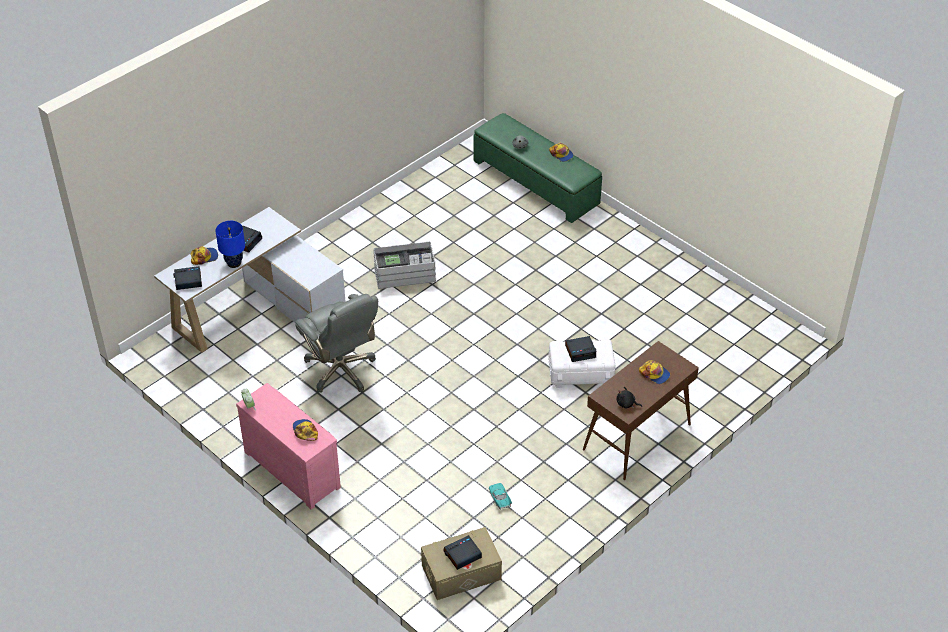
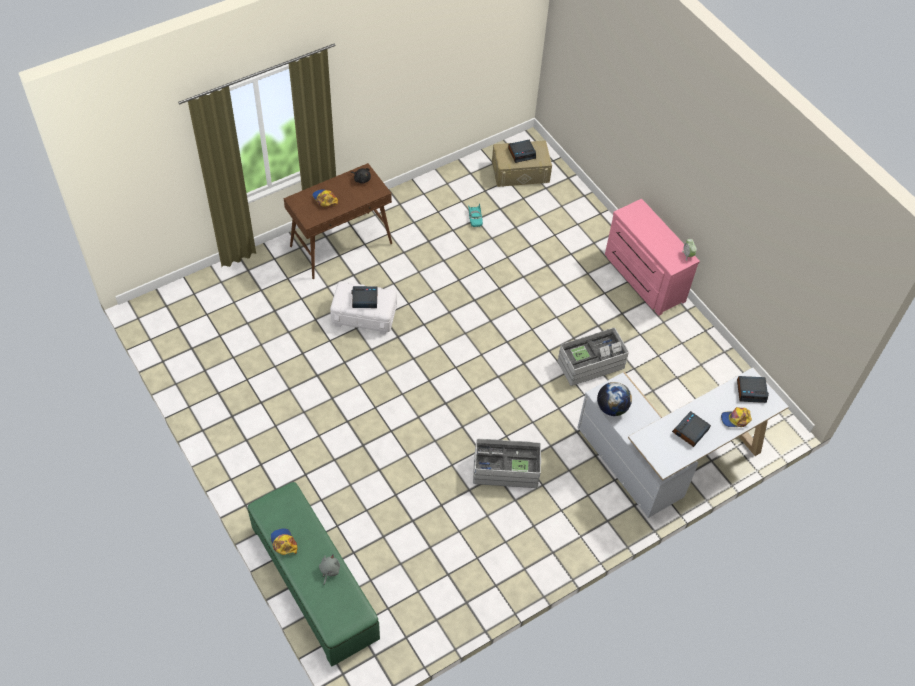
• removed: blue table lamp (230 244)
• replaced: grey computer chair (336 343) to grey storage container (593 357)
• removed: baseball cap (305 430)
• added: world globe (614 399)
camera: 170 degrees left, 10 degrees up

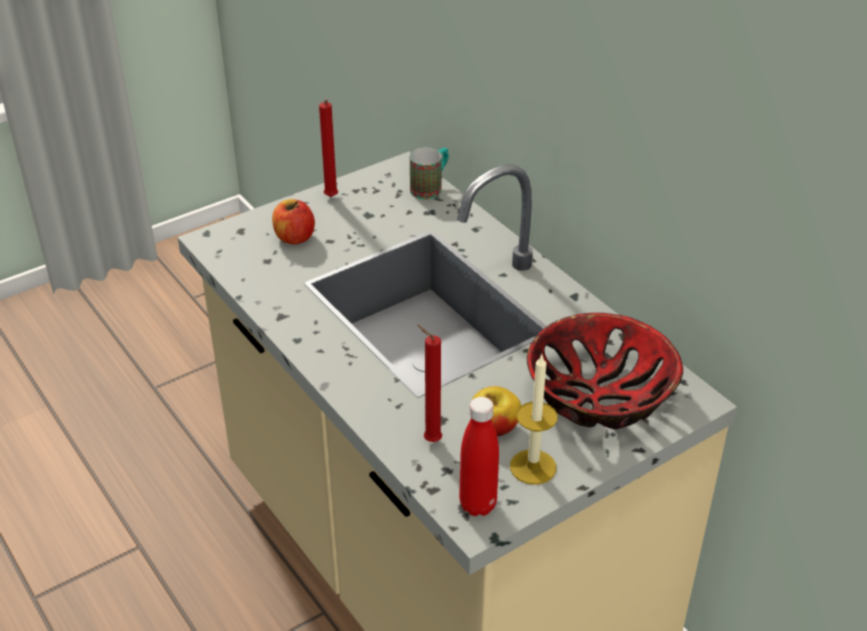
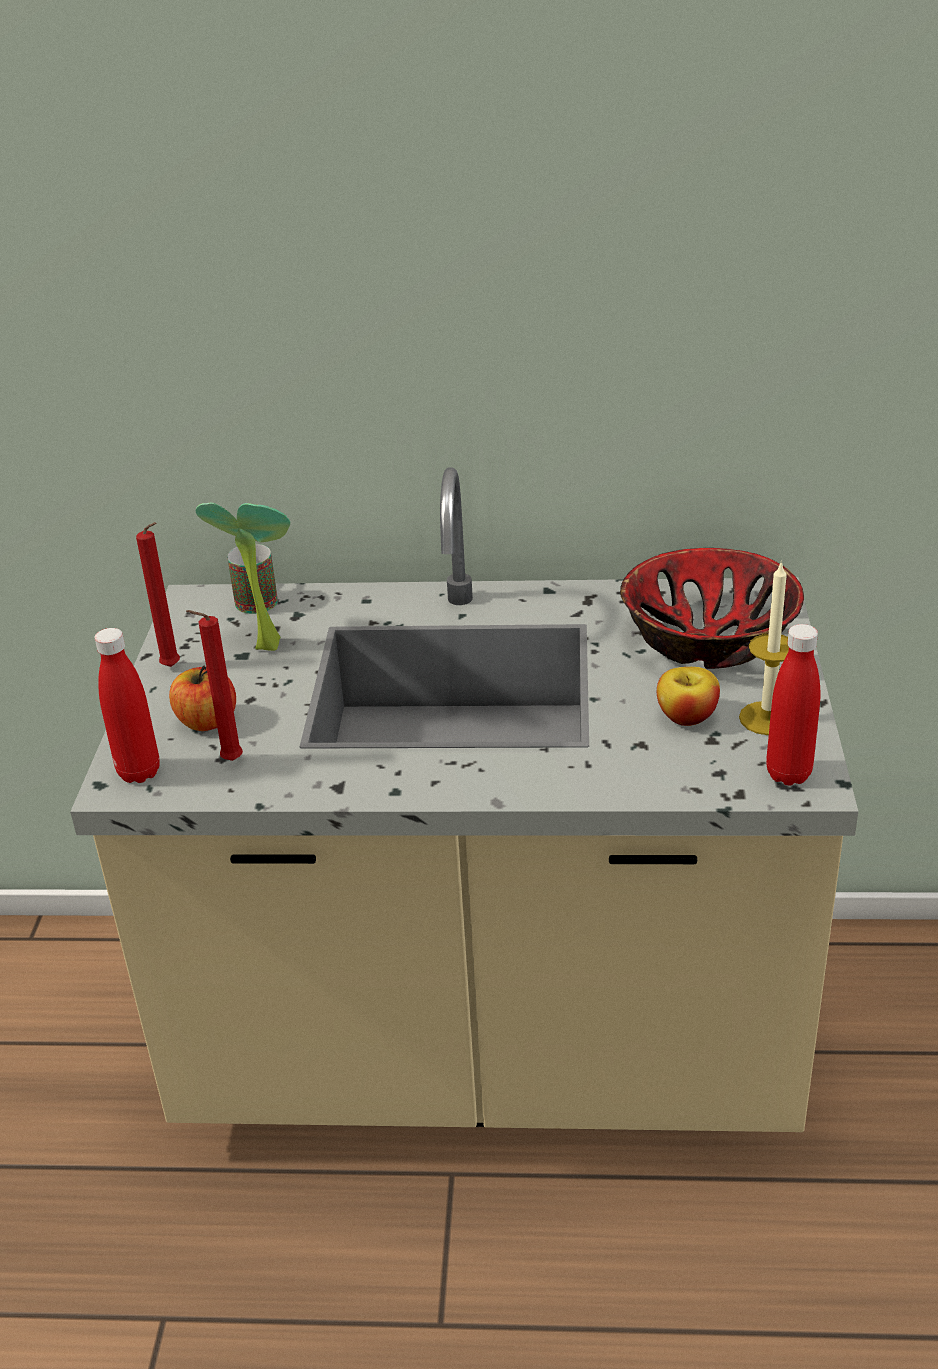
• moved: red wax light (429 383) to (214 685)
• added: potted plant (243 577)
• added: red bottle (127 705)
camera: 50 degrees left, 5 degrees down

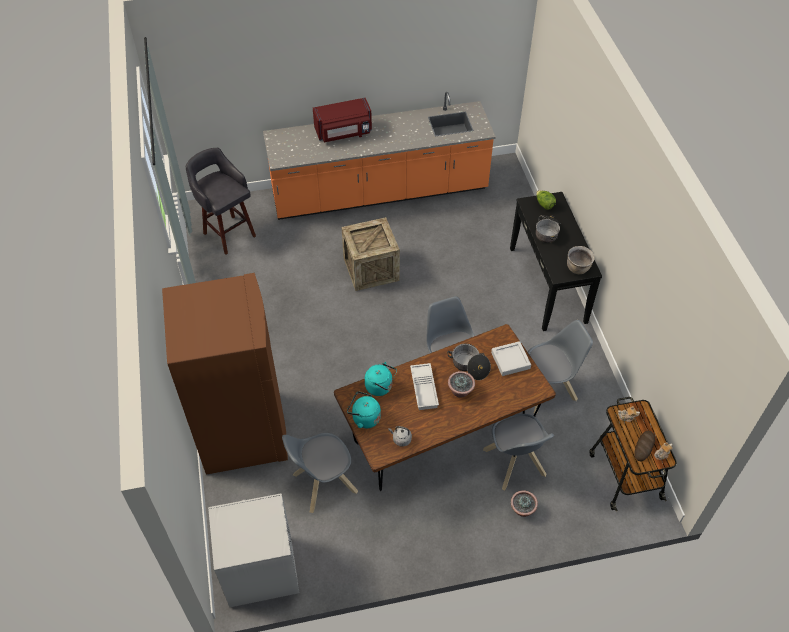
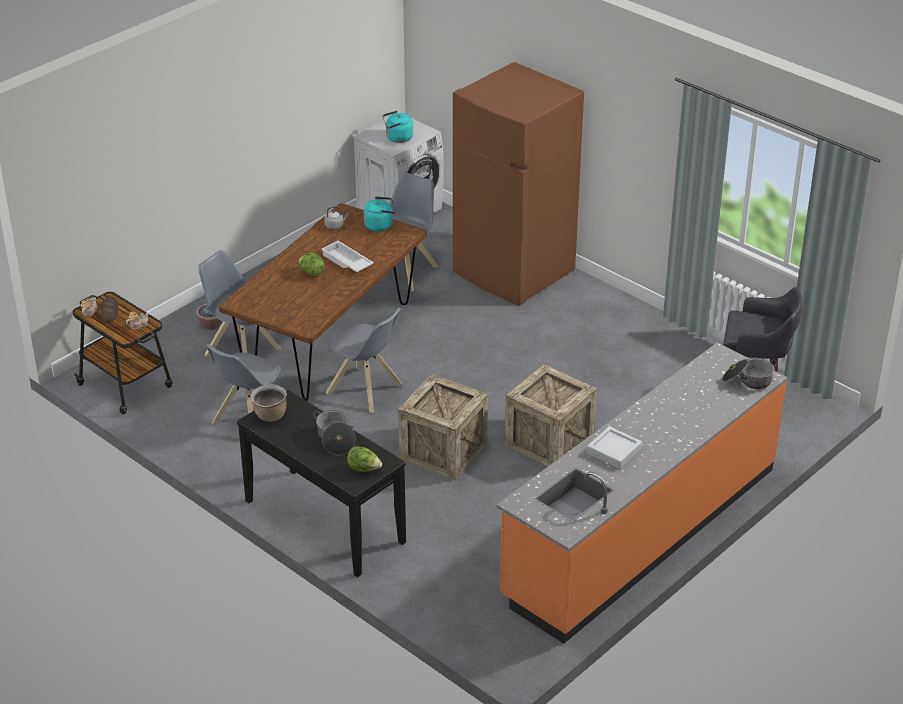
• removed: red microwave oven (342 120)
• moved: grey carrying tray (511 358) to (614 447)
• moved: saucepot (469 362) to (749 373)
• moved: turquoise-coloured kettle (381 379) to (397 127)
• replaced: potted plant (461 384) to head of lettuce (311 265)
• added: packing crate (443 427)
camera: 145 degrees right, 15 degrees down

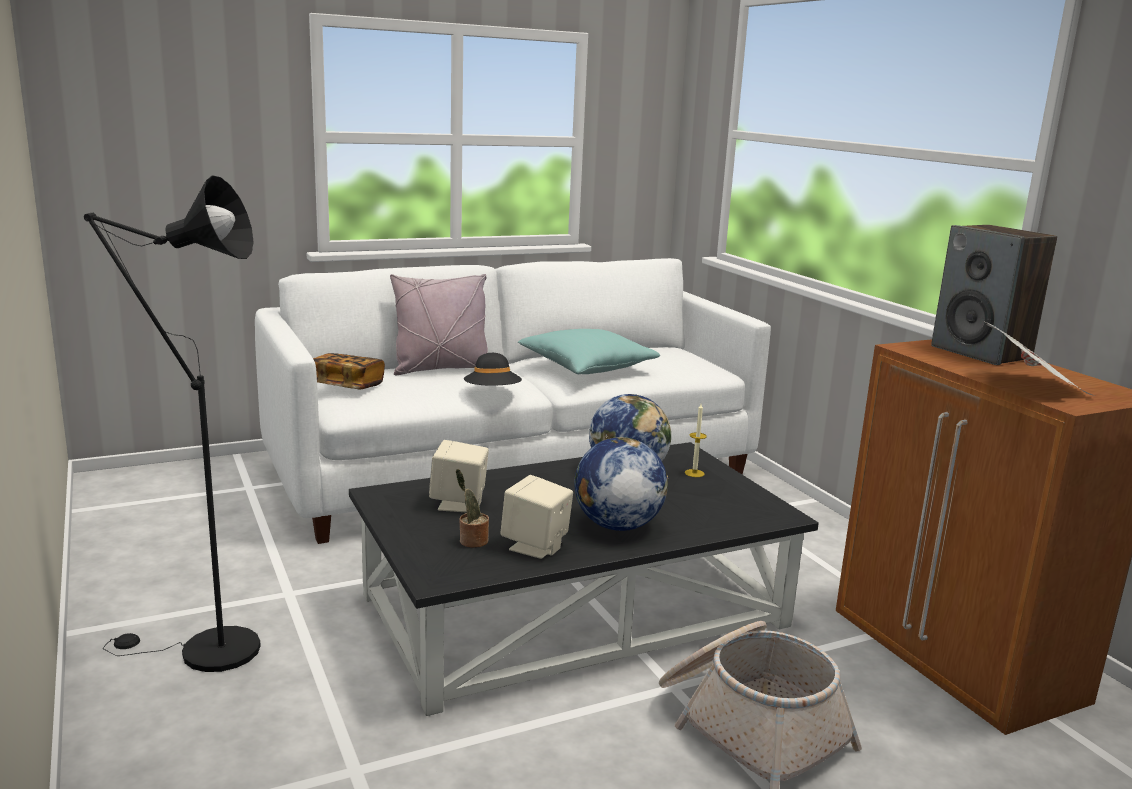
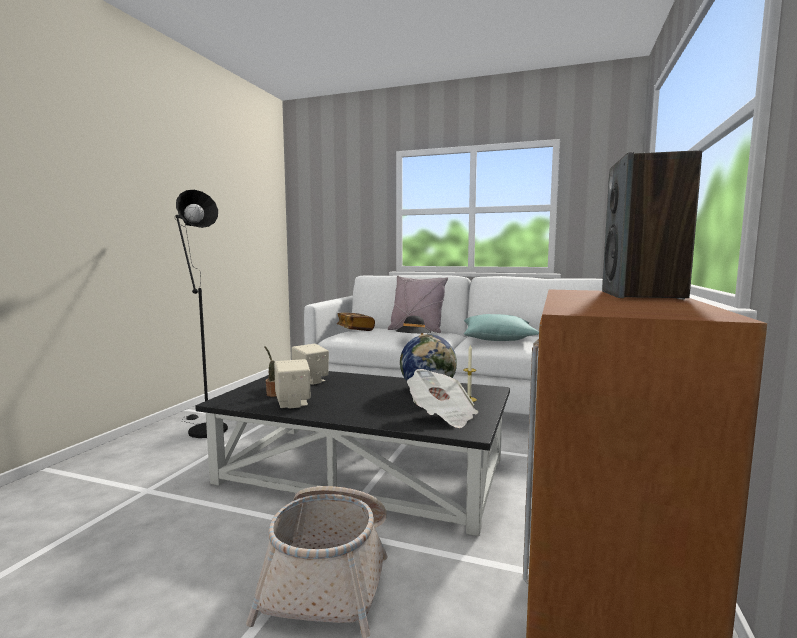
• moved: printed paper (1039 358) to (442 398)
• removed: world globe (621 484)
camera: 45 degrees right, 10 degrees down

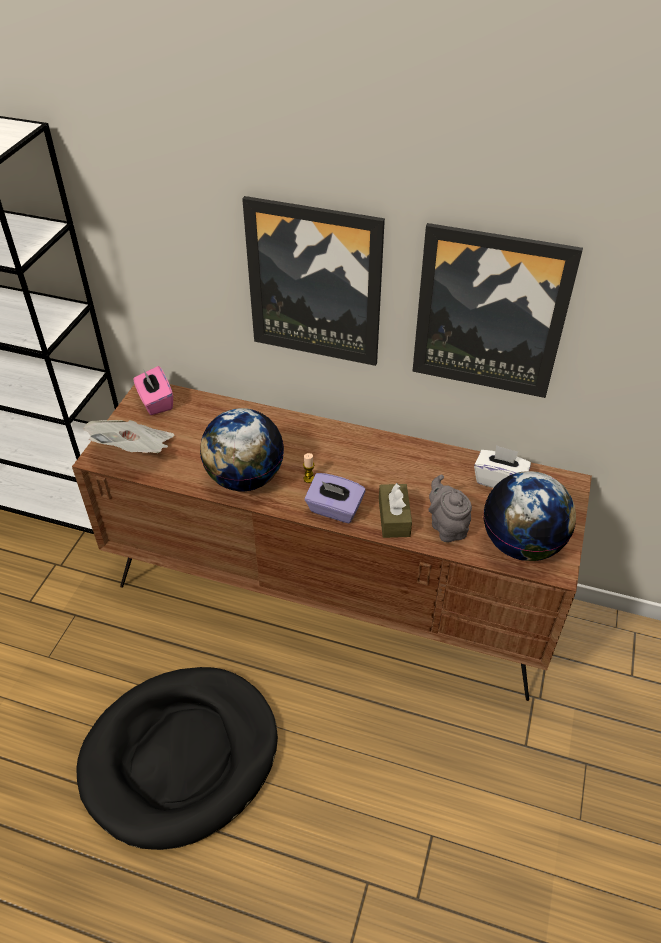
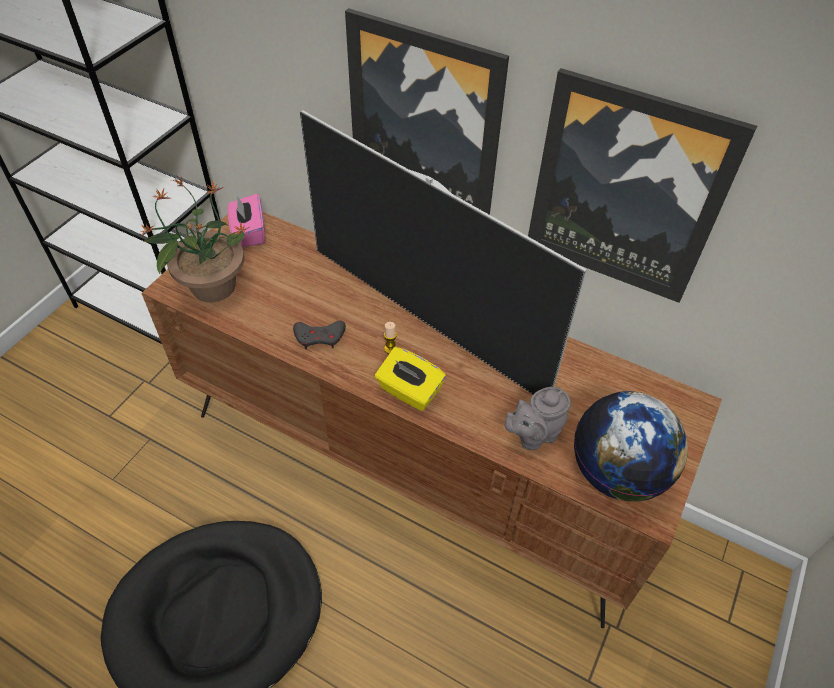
• replaced: world globe (242 449) to grey gamepad (319 334)
• replaced: printed paper (129 436) to potted plant (194 239)
• removed: white tissue box (502 466)
• recoloured: purple-coloured tissue box (335 498) to yellow-coloured tissue box (410 379)
• turned: grey tea pot (450 508) = (538 418) 105 degrees counterclockwise
• removed: brown tissue box (395 510)
• added: television (443 252)
camera: 10 degrees right, 5 degrees up

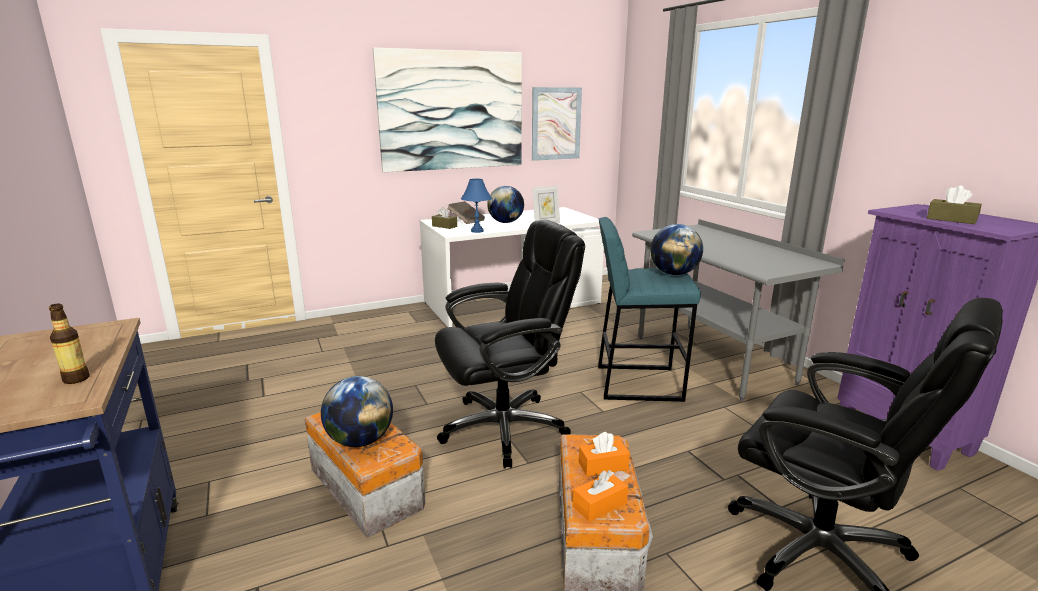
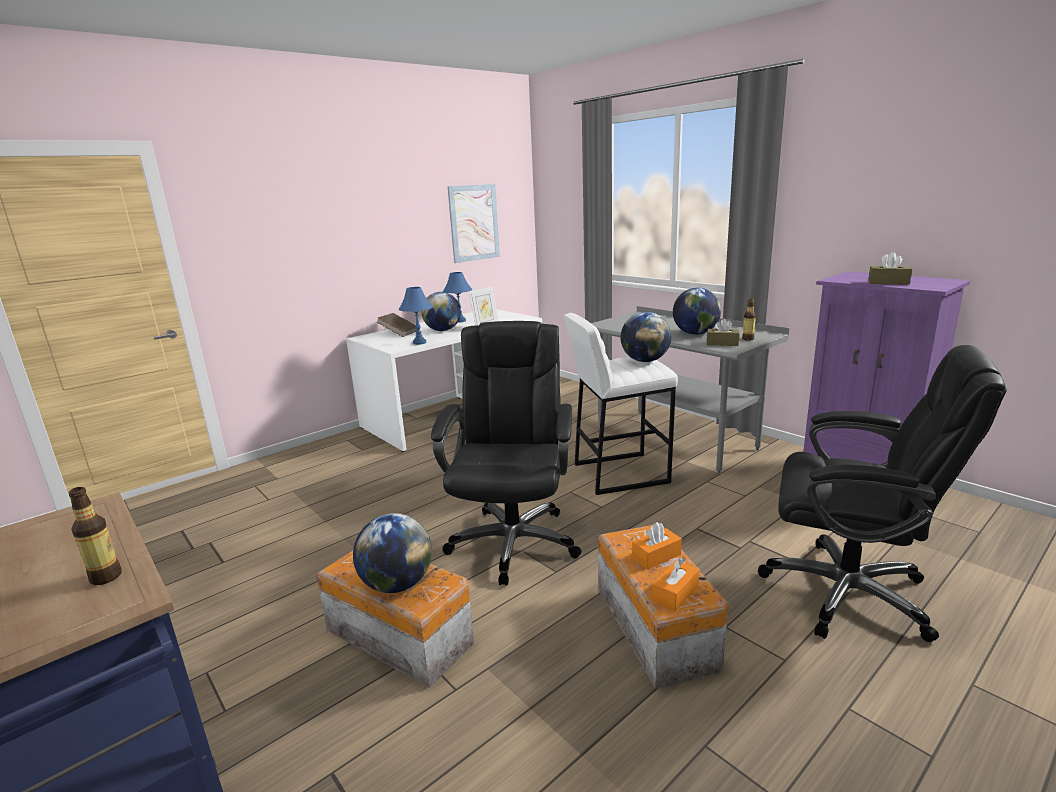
• removed: wall picture (447 109)
• moved: brown tissue box (444 218) to (723 332)
• recoloured: turquoise-coloured sitting stool (649 309) to white sitting stool (621 404)
• turned: black computer chair (510 344) = (506 453) 45 degrees counterclockwise
• added: blue table lamp (457 297)
• added: world globe (697 311)
• added: bottle (749 320)
camera: 15 degrees left, 0 degrees up

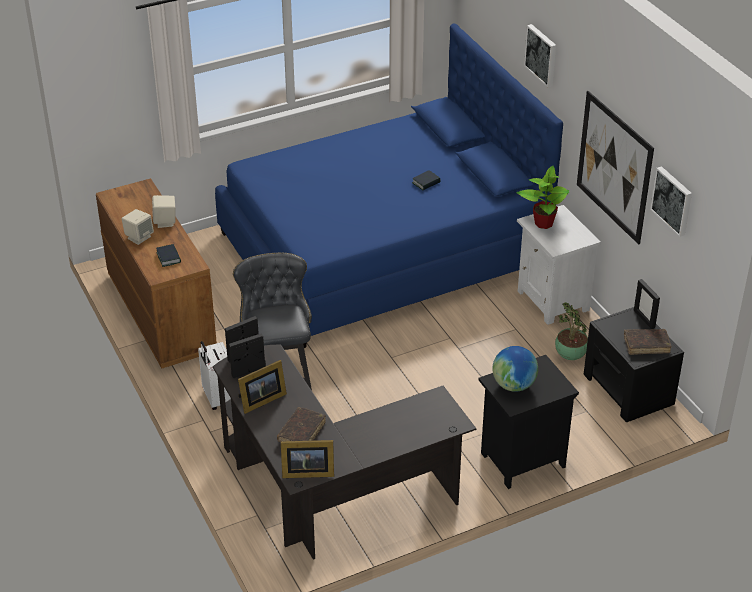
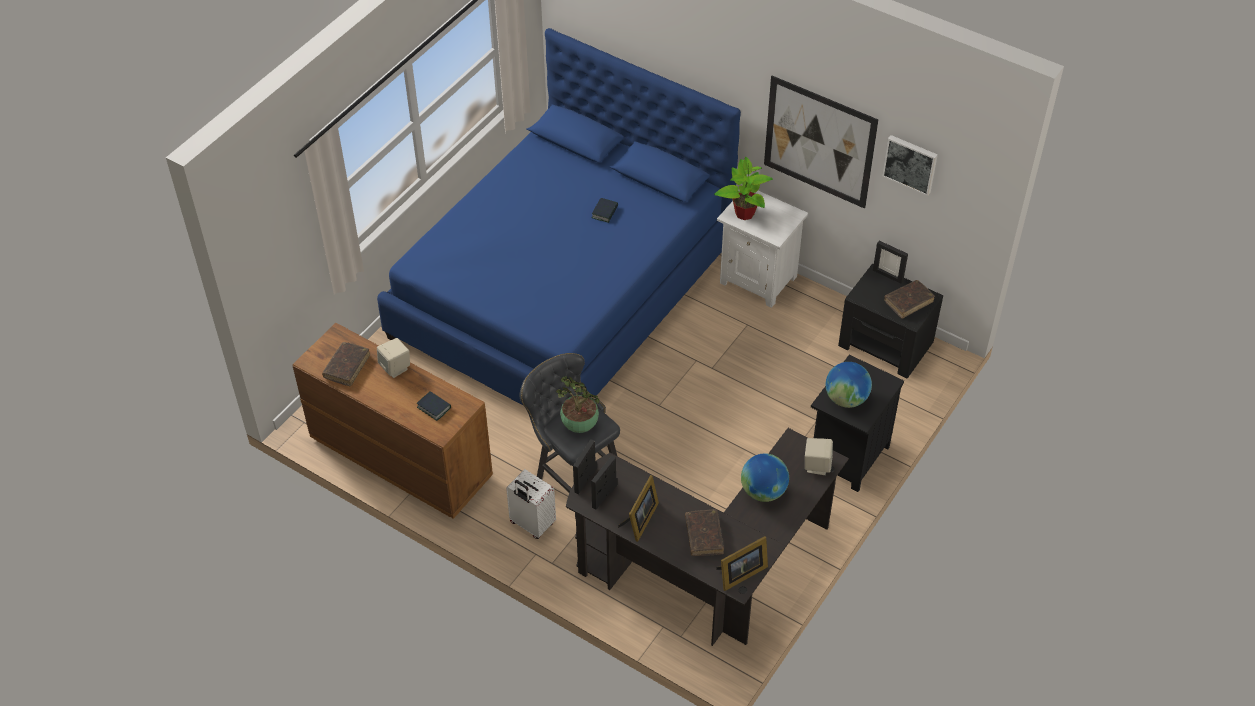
• removed: wall picture (540 55)
• moved: beige audio speaker (138 227) to (819 456)
• moved: potted plant (571 331) to (578 404)
• added: brown volume (346 364)
• added: world globe (765 477)
camera: 30 degrees left, 10 degrees up

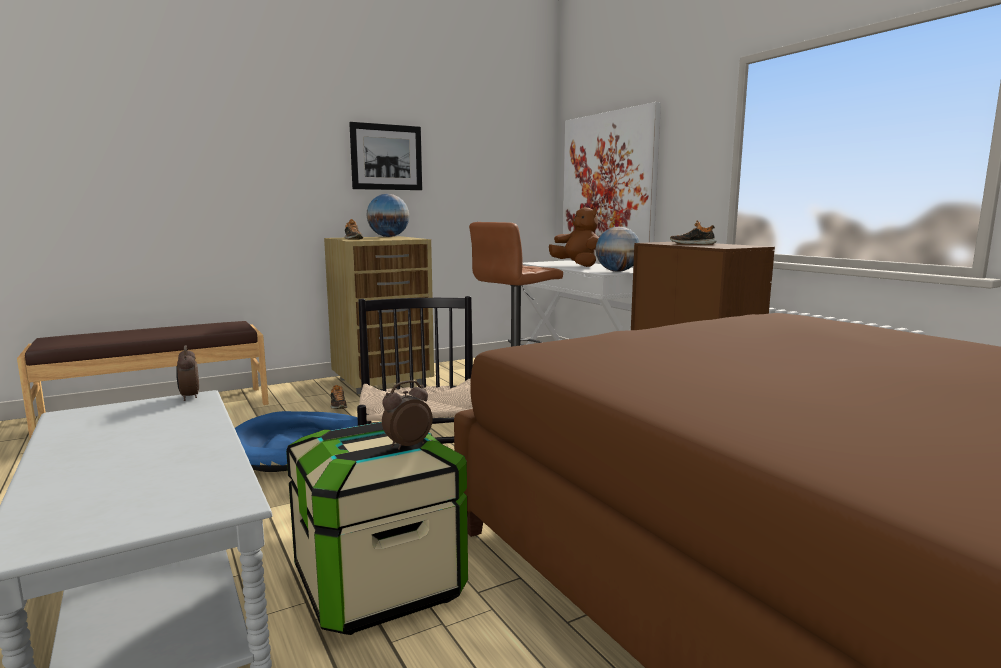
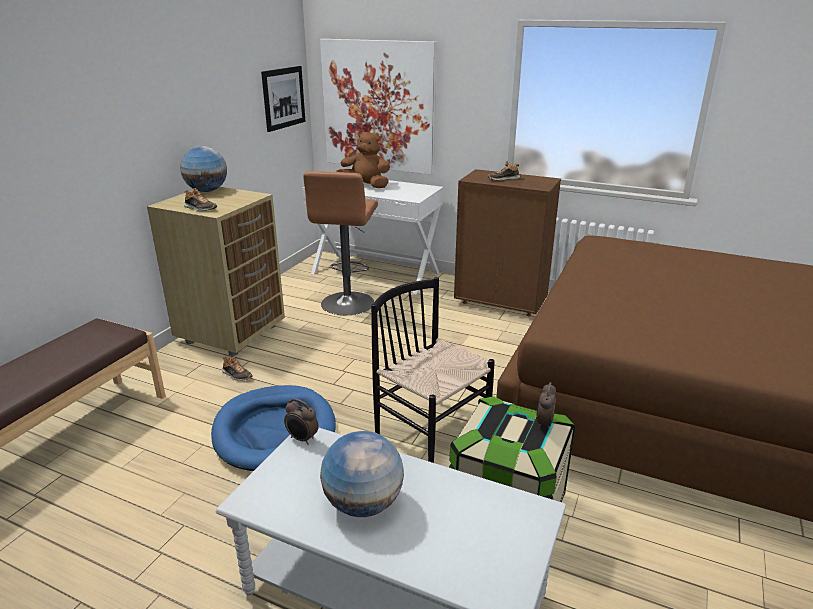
• moved: wall picture (385 156) to (283 99)
• moved: world globe (618 249) to (362 474)
camera: 35 degrees left, 15 degrees up

